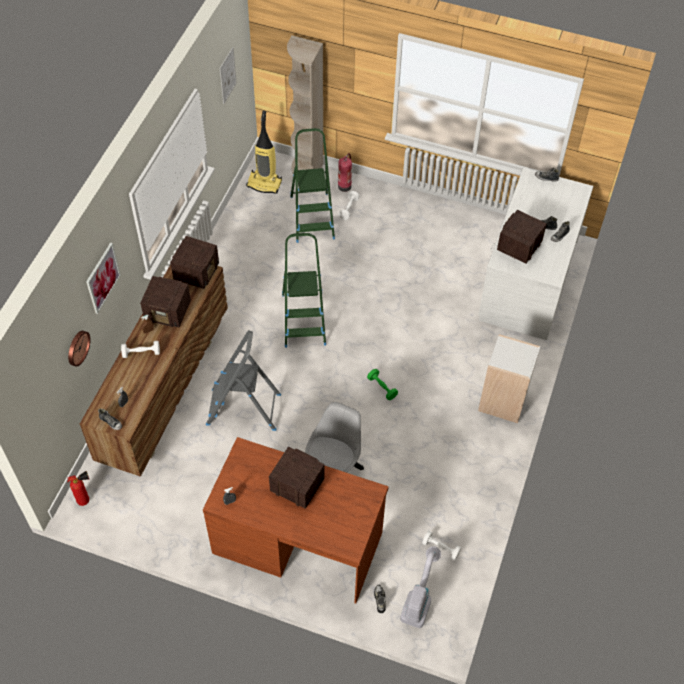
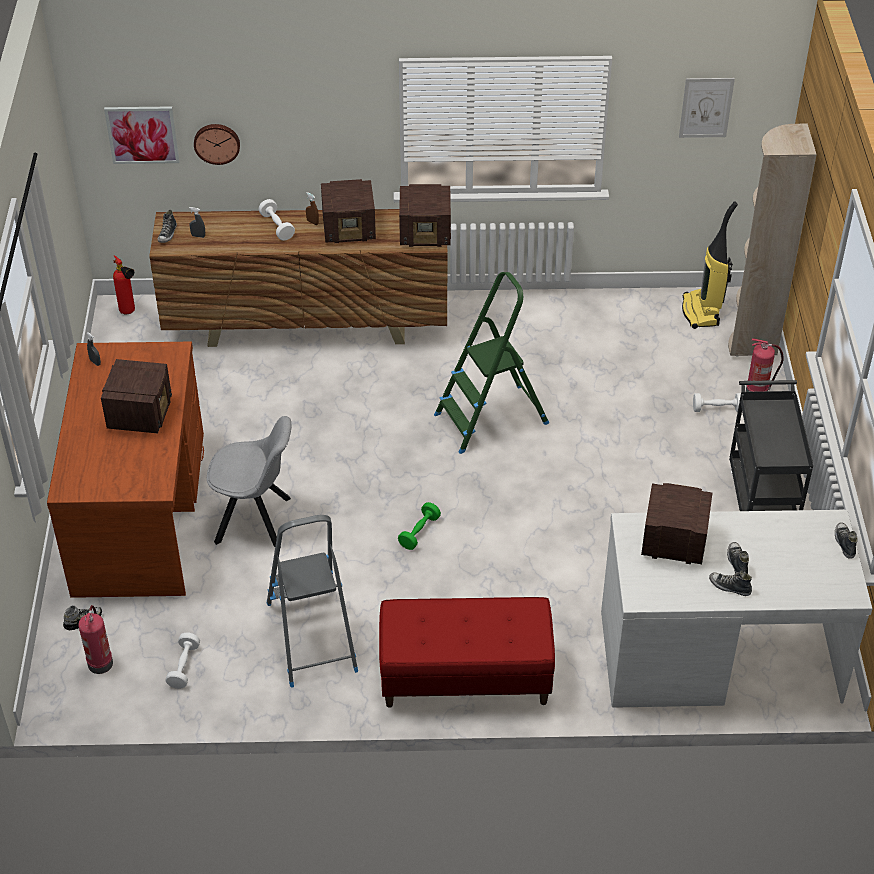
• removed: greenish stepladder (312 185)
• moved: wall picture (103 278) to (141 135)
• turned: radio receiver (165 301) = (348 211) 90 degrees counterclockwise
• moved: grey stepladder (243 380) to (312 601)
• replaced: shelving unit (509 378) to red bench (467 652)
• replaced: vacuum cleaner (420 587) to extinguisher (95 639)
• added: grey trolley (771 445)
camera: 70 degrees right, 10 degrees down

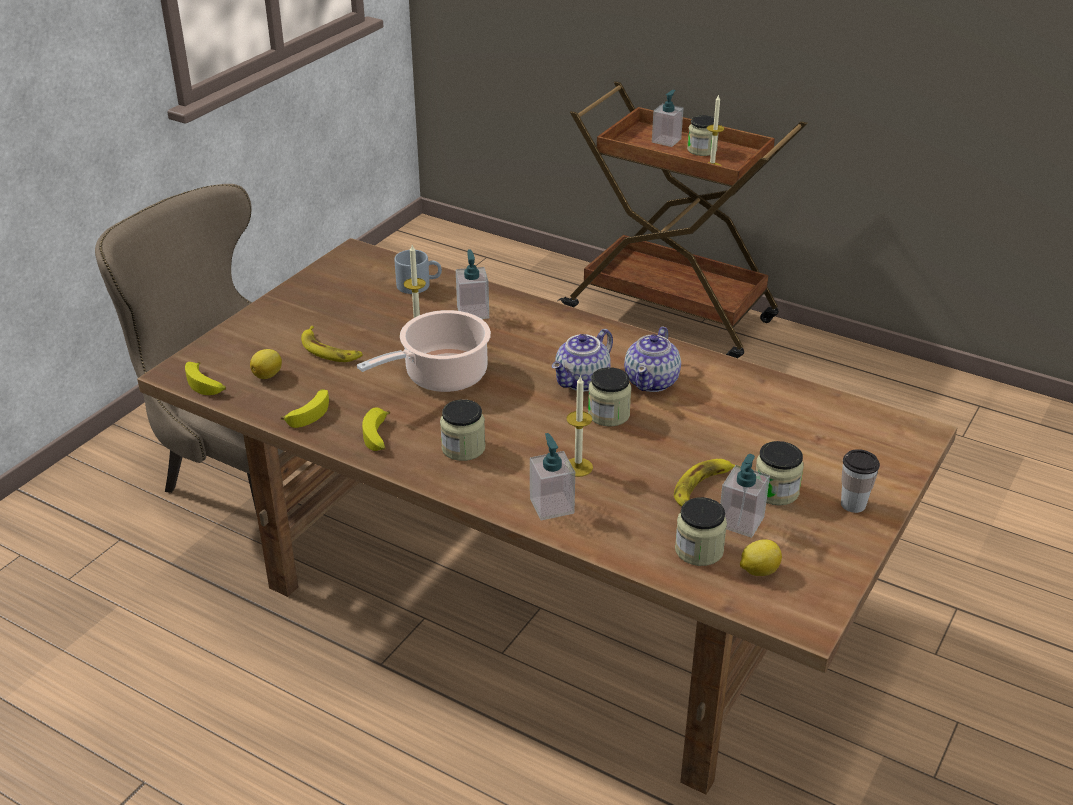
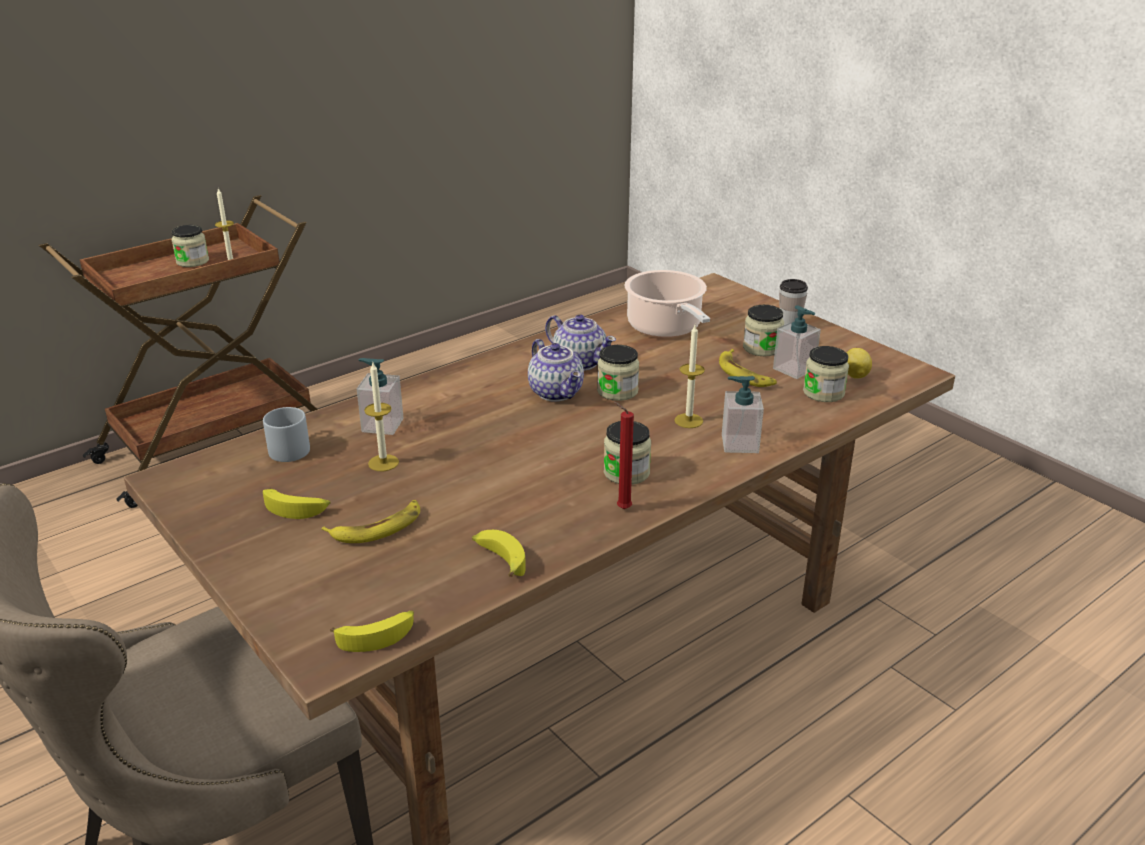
• removed: liquid soap bottle (667 118)
• moved: saucepot (424 351) to (667 304)
• removed: lemon (266 364)
• moved: whole banana (376 429) to (296 503)
• added: red wax light (624 455)
camera: 70 degrees left, 5 degrees down

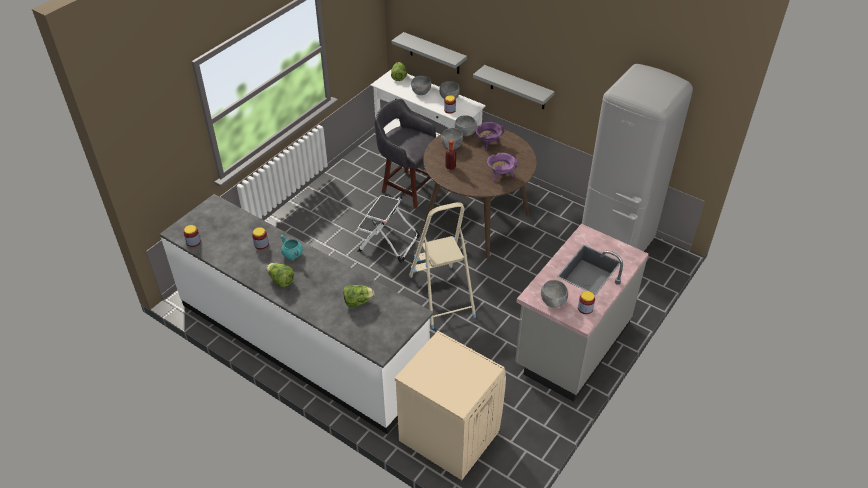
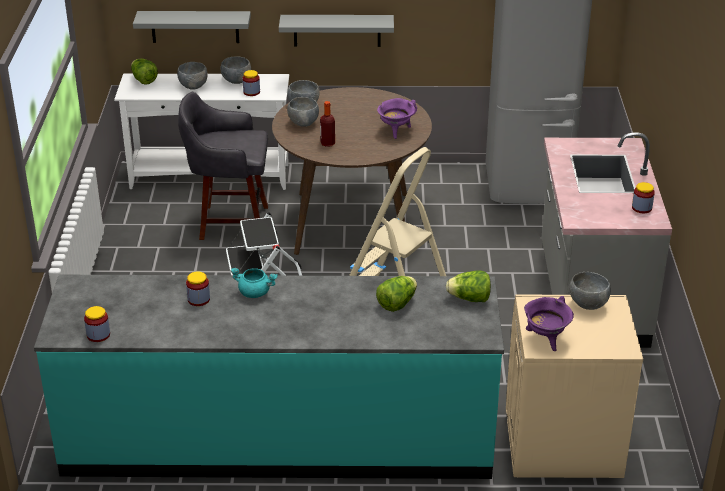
• moved: purple-coloured saucepot (490 136) to (549 323)
• recoloured: white counter (296 314) to turquoise-coloured counter (269 377)
• moved: head of lettuce (280 275) to (468 286)
• moved: grey serving bowl (554 294) to (590 291)
camera: 35 degrees left, 10 degrees down

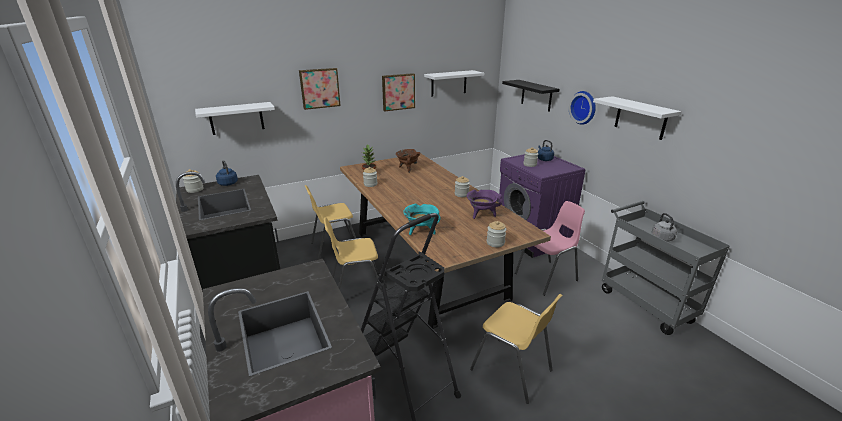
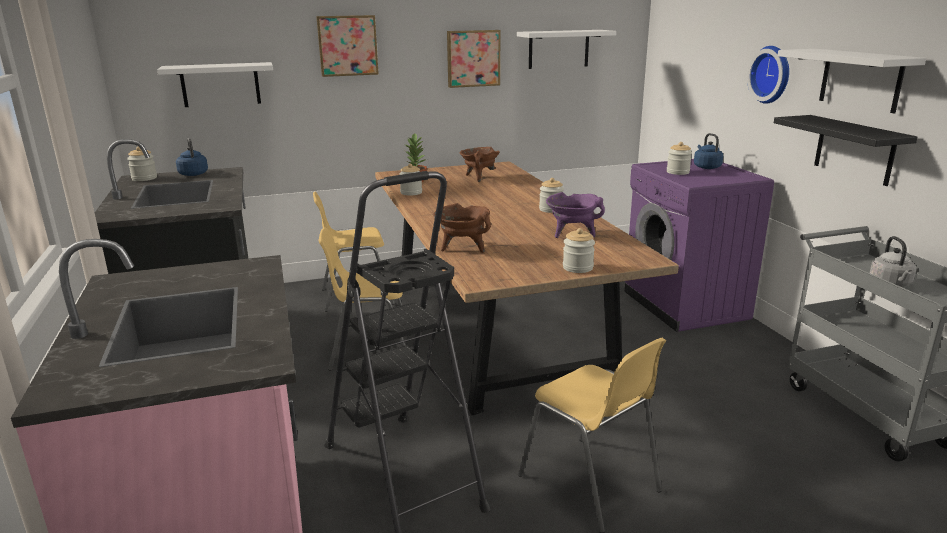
• moved: black bracket shelf (531 96) to (845 150)
• removed: pinkish chair (550 248)
• recoloured: turquoise-coloured saucepot (422 219) to brown saucepot (462 228)
camera: 10 degrees right, 5 degrees down

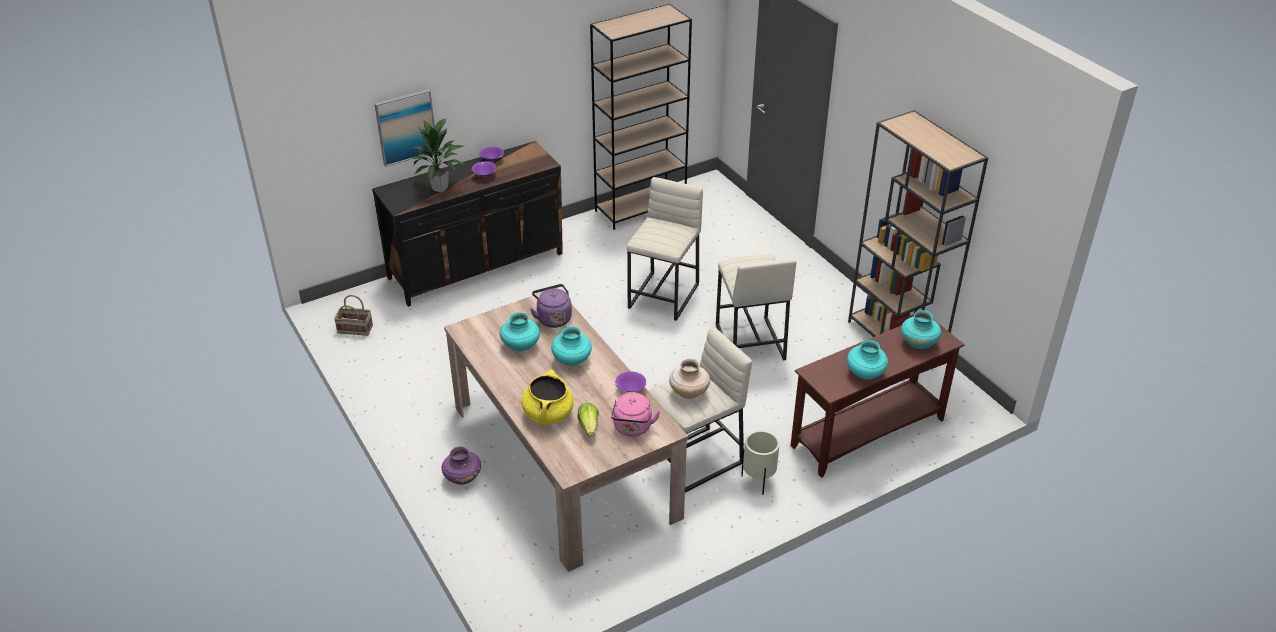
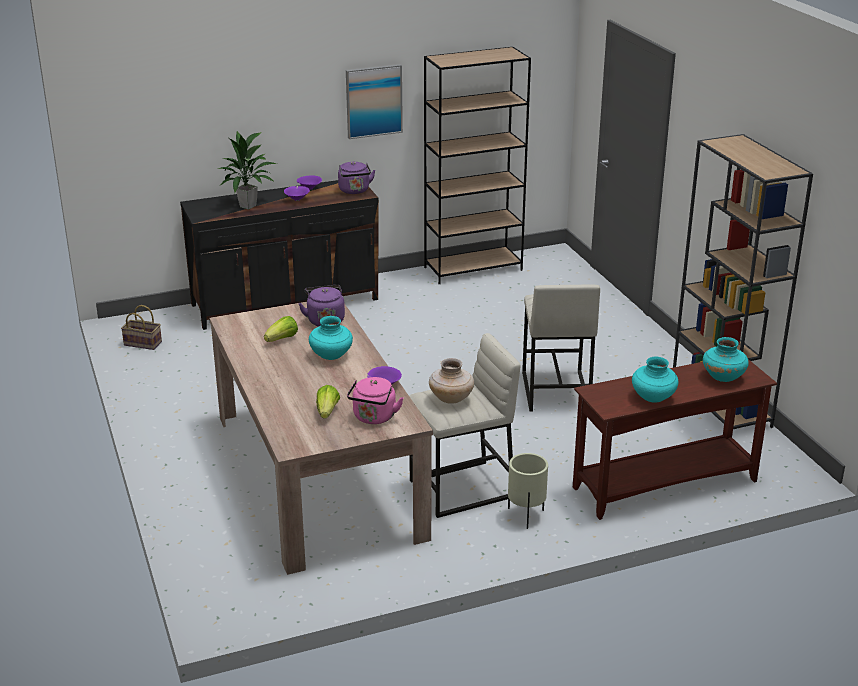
• moved: wall picture (404 128) to (374 101)
• removed: beige sitting stool (665 249)
• replaced: turquoise-coloured flower vase (520 331) to head of lettuce (281 329)
• removed: yellow-coloured saucepot (548 397)
• removed: purple-coloured flower vase (461 466)
• added: purple-coloured kettle (357 178)
camera: 10 degrees right, 10 degrees down

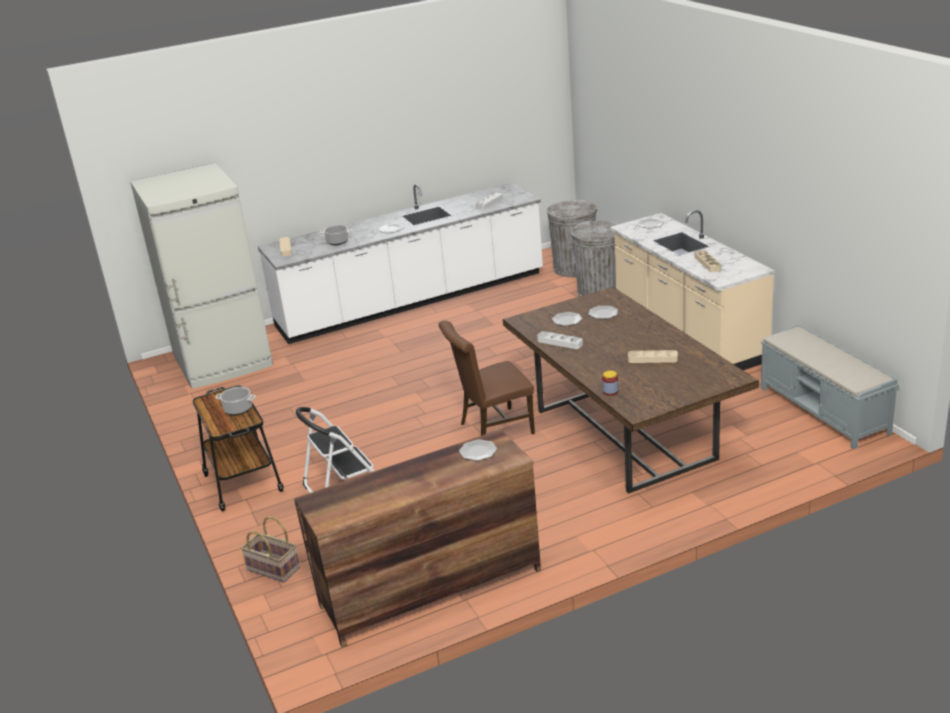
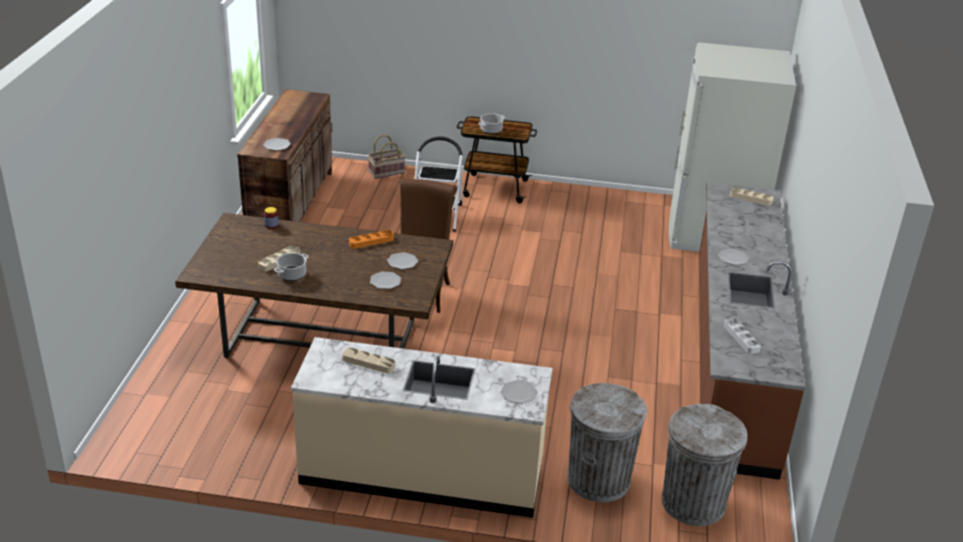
• recoloured: white counter (400 263) to brown counter (752 331)
• moved: saucepot (336 235) to (291 267)
• removed: grey bench (830 387)
• recoloured: grey carrying tray (560 340) to orange-coloured carrying tray (371 239)
camera: 120 degrees right, 5 degrees up

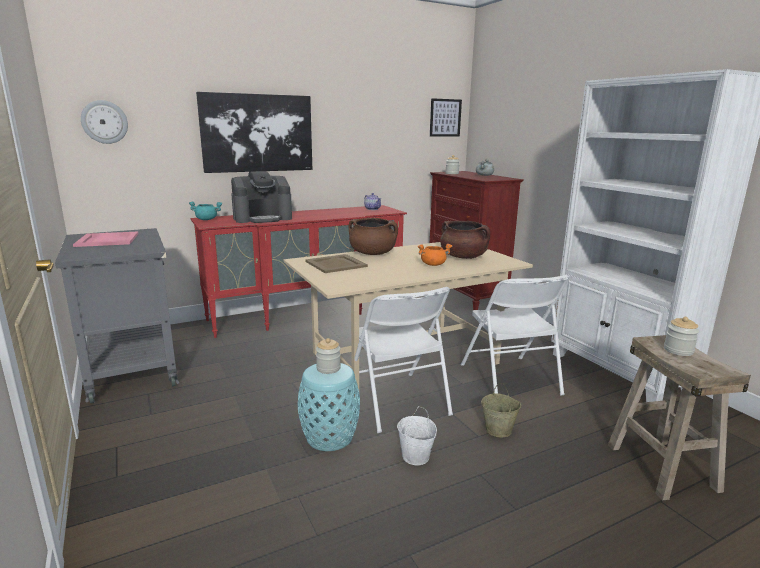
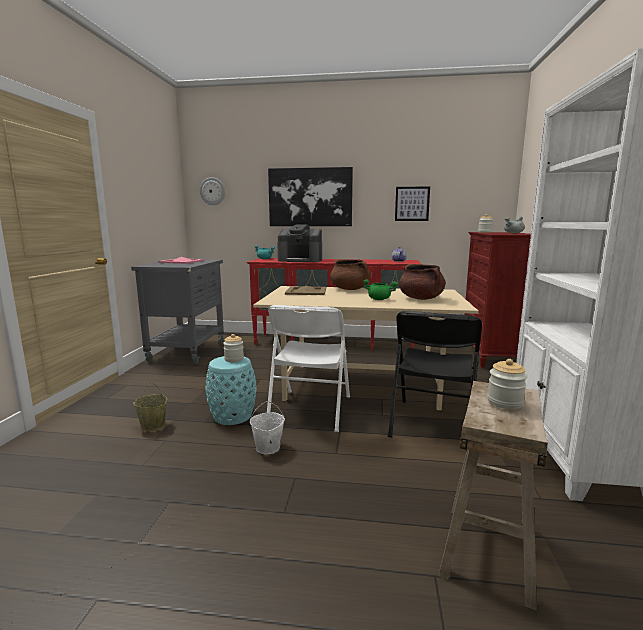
• moved: wall picture (446 117) to (412 203)
• recoloured: orange-coloured saucepot (435 255) to greenish saucepot (380 289)
• recoloured: white chair (515 335) to black chair (435 381)
• moved: beige pail (501 410) to (150 407)
camera: 35 degrees right, 5 degrees down

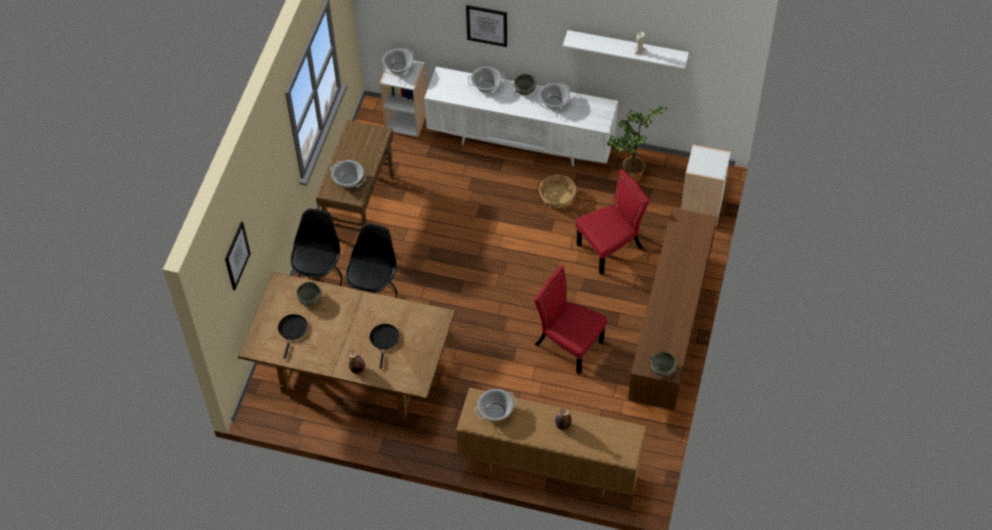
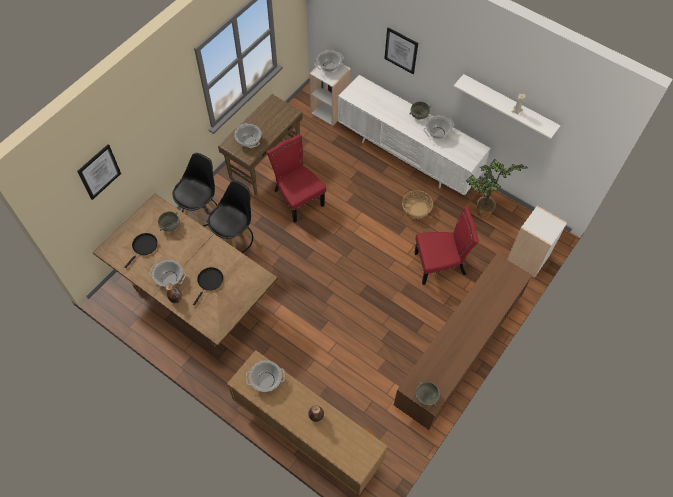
• moved: saucepot (486 80) to (168 273)
• moved: red chair (571 319) to (296 178)
camera: 20 degrees right, 5 degrees up

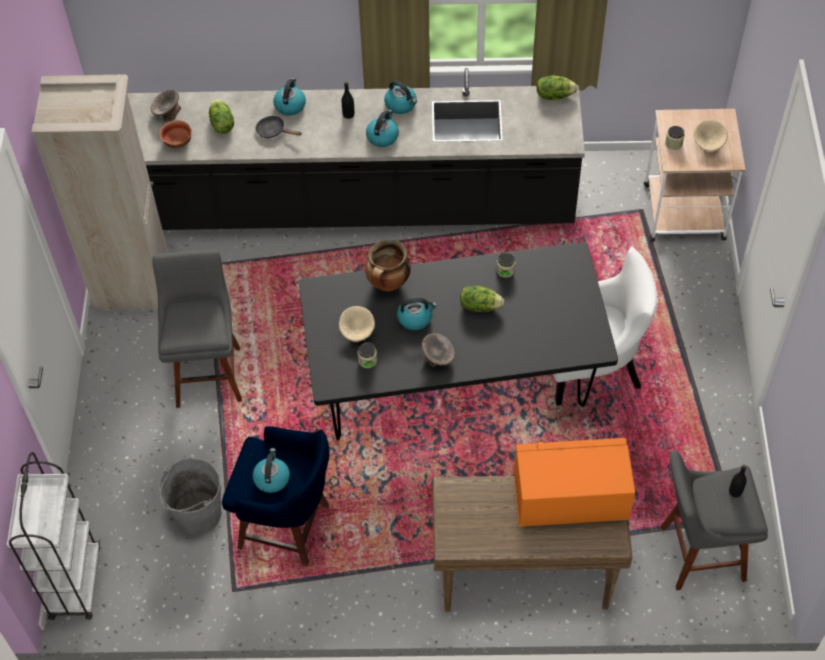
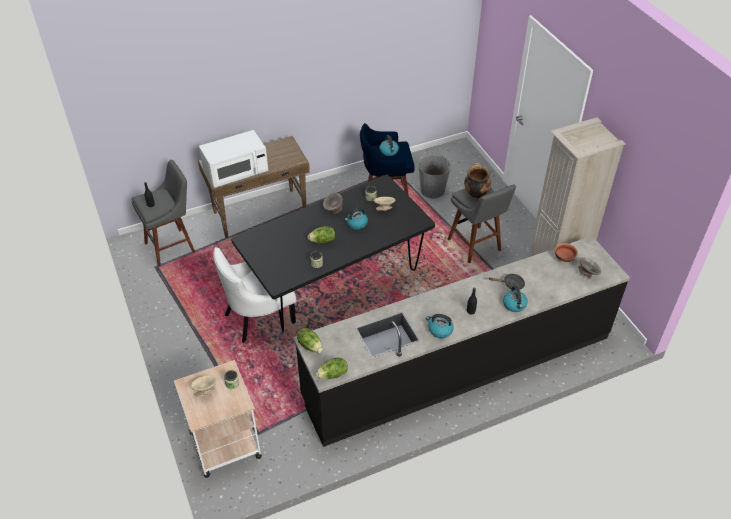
• moved: head of lettuce (221 116) to (310 340)
• removed: kettle (382 128)
• moved: saucepot (388 265) to (477 181)
• recoloured: orange-coloured microwave oven (574 482) to white microwave oven (233 159)
• removed: white trolley (54 536)
camera: 155 degrees right, 10 degrees down

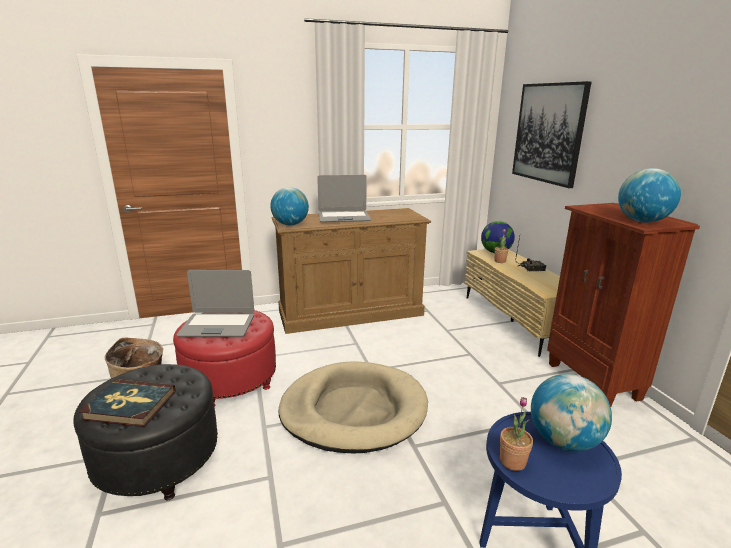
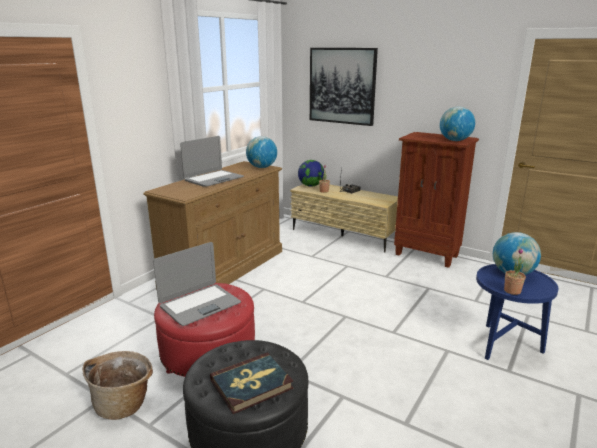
• moved: world globe (289 206) to (261 152)
• removed: beige pet bed (353 407)
camera: 40 degrees left, 0 degrees up

